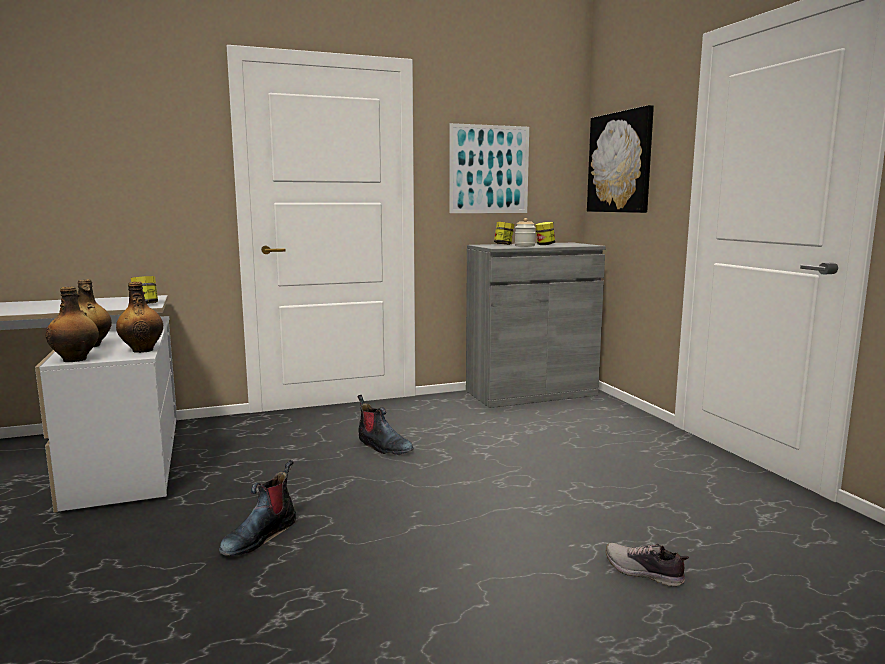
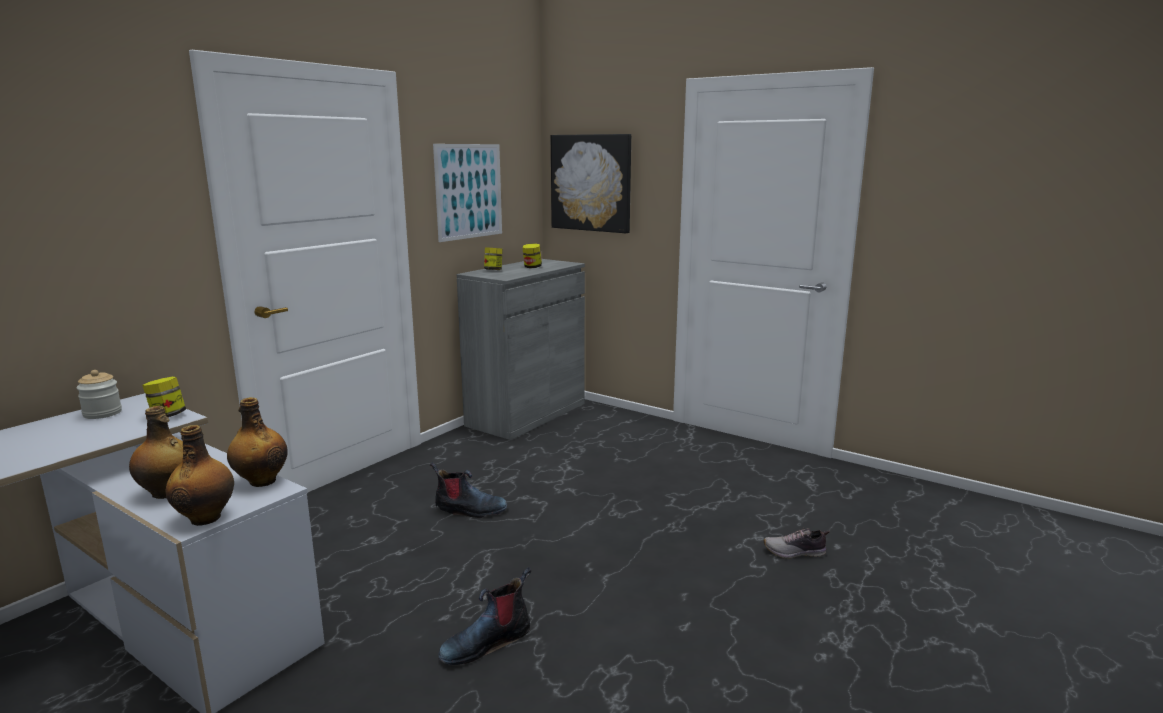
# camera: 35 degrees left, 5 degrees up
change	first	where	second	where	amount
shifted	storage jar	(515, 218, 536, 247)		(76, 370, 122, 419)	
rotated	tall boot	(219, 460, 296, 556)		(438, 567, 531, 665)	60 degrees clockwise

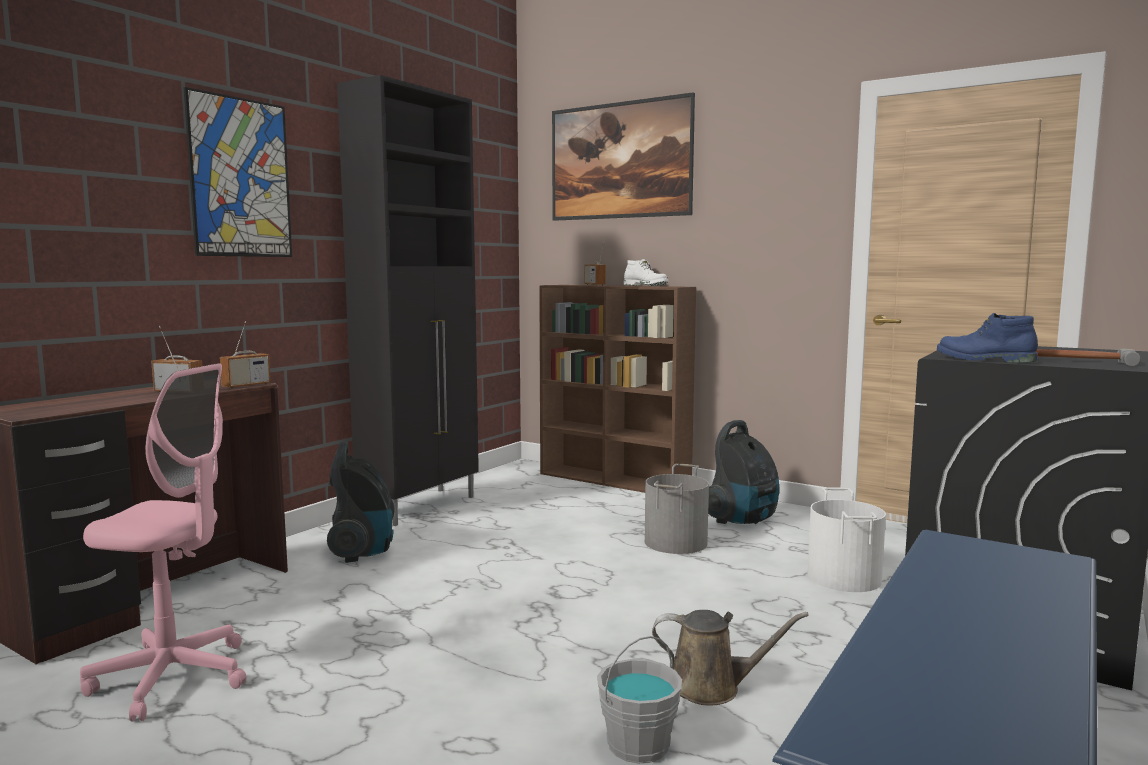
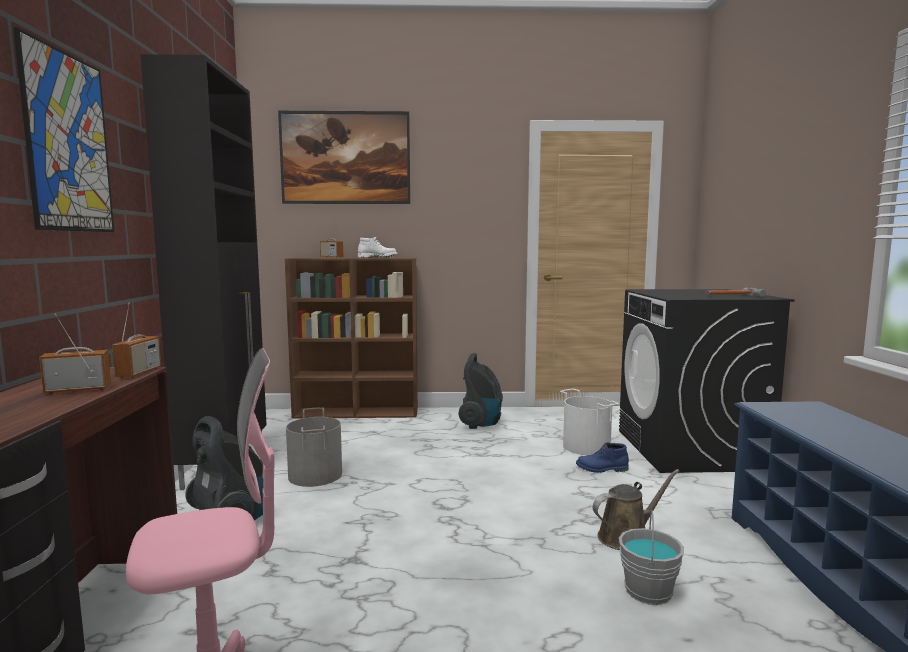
# camera: 35 degrees left, 0 degrees up
change	first	where	second	where	amount
shifted	tall boot in blue	(937, 313, 1038, 363)		(576, 442, 629, 473)	
shifted	water bucket in gray	(645, 464, 709, 554)		(286, 408, 342, 487)	

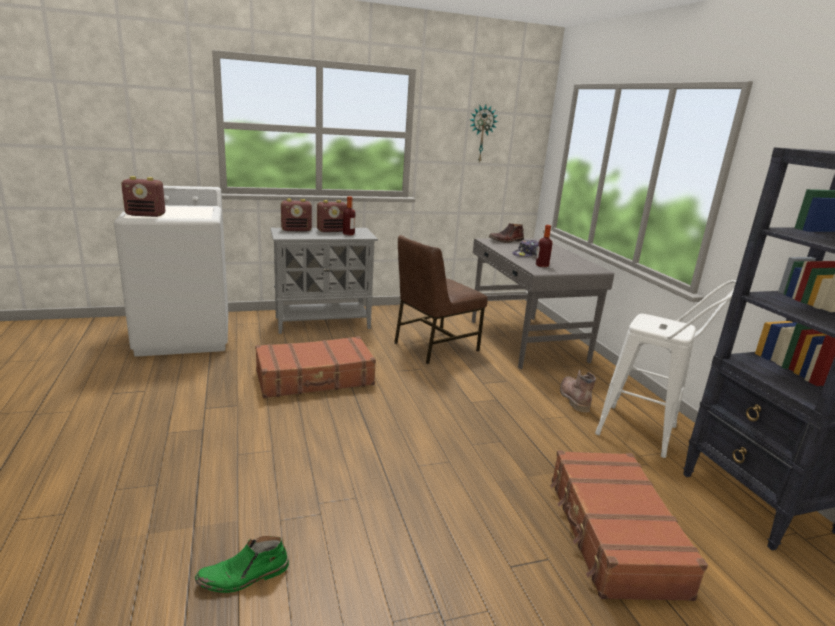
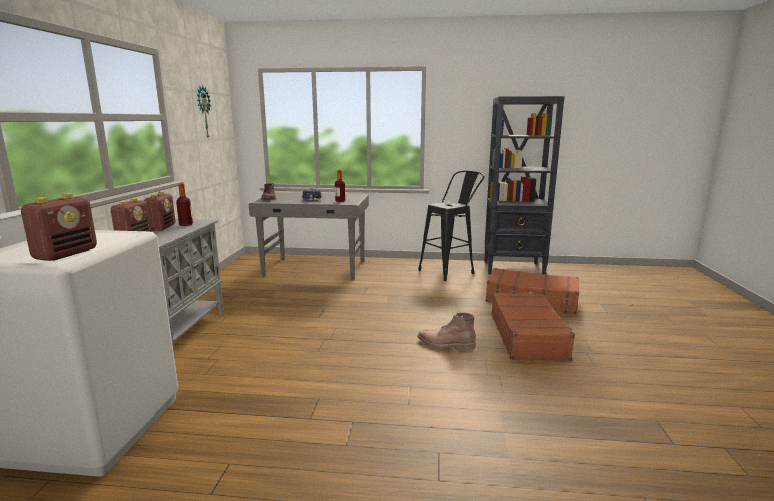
# camera: 65 degrees left, 5 degrees down
change	first	where	second	where	amount
gone	plain chair in brown	(394, 235, 488, 364)			
repainted	stool in white-coloured	(595, 280, 736, 458)	stool in black	(418, 171, 484, 281)	
shifted	travel case in brown	(255, 336, 376, 398)		(491, 293, 575, 361)	
shifted	tall boot in brown	(560, 370, 596, 412)		(417, 313, 476, 350)	
gone	tall boot in greenish	(195, 536, 289, 593)			

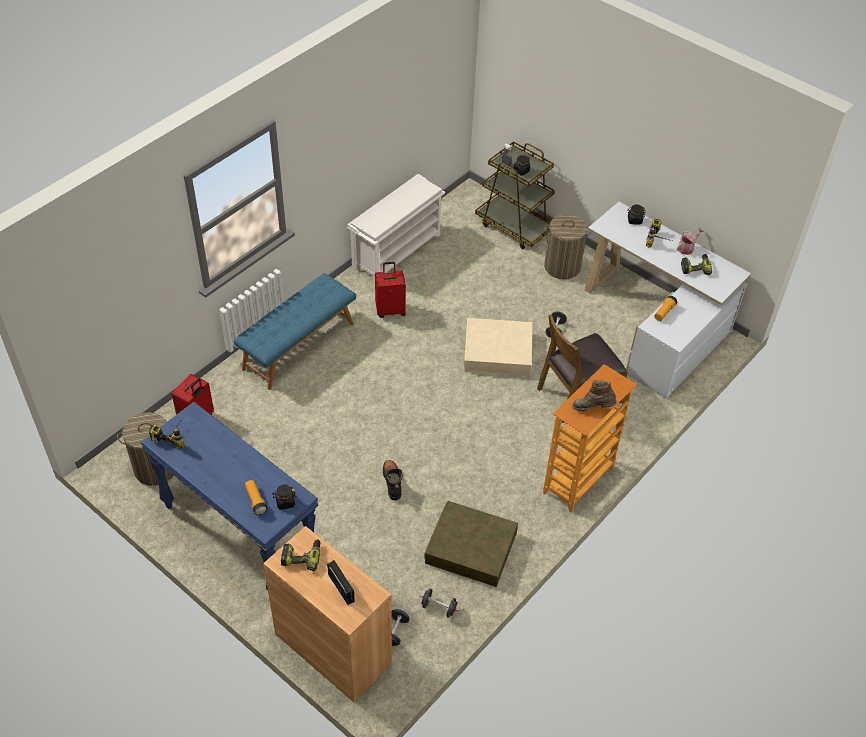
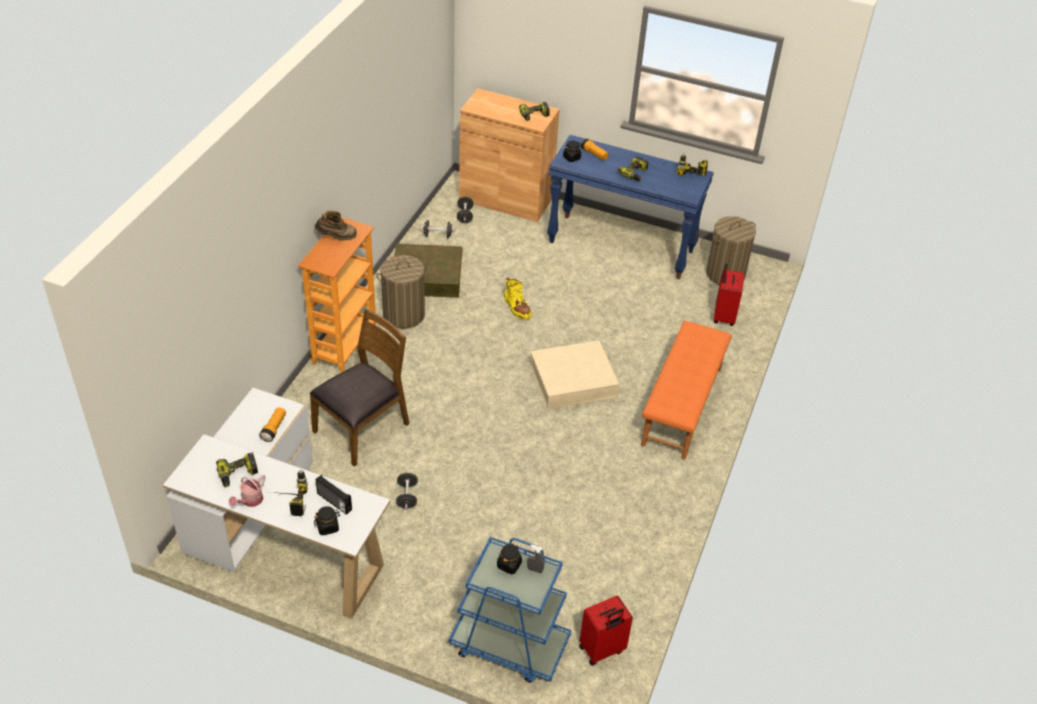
# camera: 160 degrees right, 5 degrees down
change	first	where	second	where	amount
repainted	wheeled cart in brown	(475, 141, 555, 249)	wheeled cart in blue	(449, 537, 571, 683)	
gone	shoe rack in white-coloured	(347, 174, 445, 283)			
shifted	washing basket	(544, 214, 591, 279)		(376, 255, 429, 329)	
shifted	travel case in red-coloured	(375, 262, 406, 318)		(579, 595, 633, 666)	
repainted	long seat in blue	(234, 273, 356, 390)	long seat in orange-coloured	(641, 321, 732, 460)	
shifted	storage container in beige-coloured	(464, 318, 533, 376)		(530, 340, 620, 409)	
repainted	tall boot in black	(383, 460, 402, 500)	tall boot in yellow-coloured	(504, 278, 532, 319)	
shifted	radio receiver	(327, 560, 355, 605)		(316, 475, 352, 515)	
new			drill	(618, 156, 648, 181)	

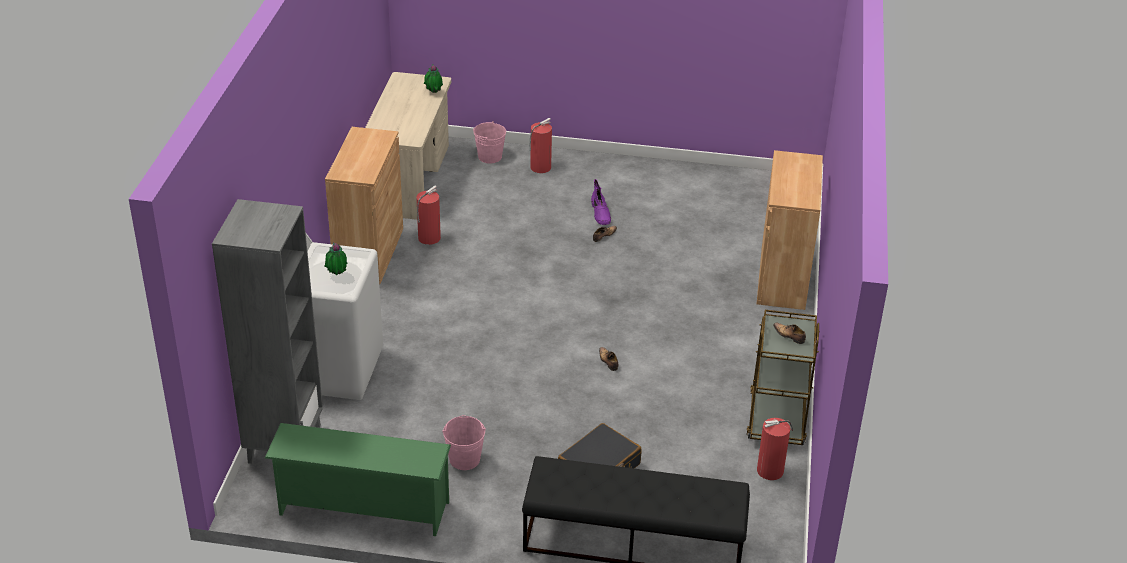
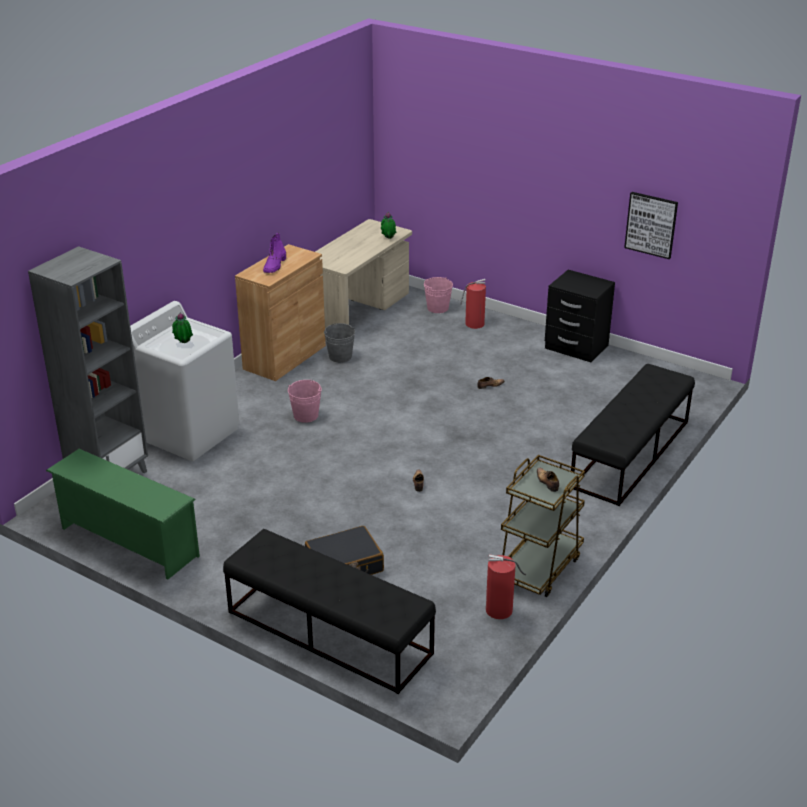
# camera: 25 degrees right, 5 degrees down
change	first	where	second	where	amount
swapped	cupboard in brown	(757, 150, 823, 310)	long seat in black	(571, 364, 695, 506)	
shifted	tall boot in purple-coloured	(591, 179, 611, 225)		(263, 233, 286, 273)	
swapped	extinguisher	(416, 186, 441, 245)	water bucket in gray	(324, 323, 355, 363)	
shifted	water bucket in pink-coloured	(442, 415, 486, 470)		(288, 380, 322, 423)	
new			picture	(624, 192, 678, 259)	
new			nightstand in black	(545, 270, 615, 362)	

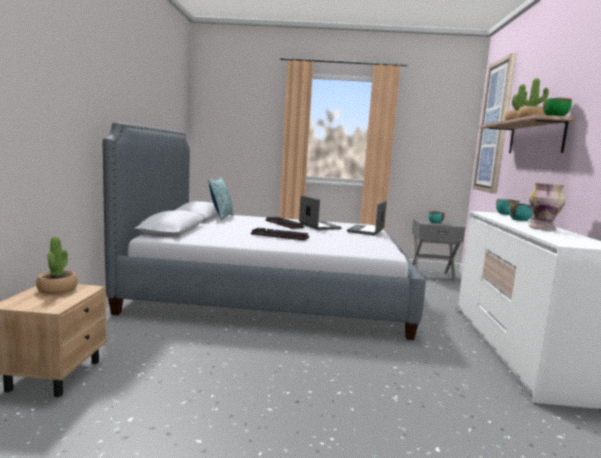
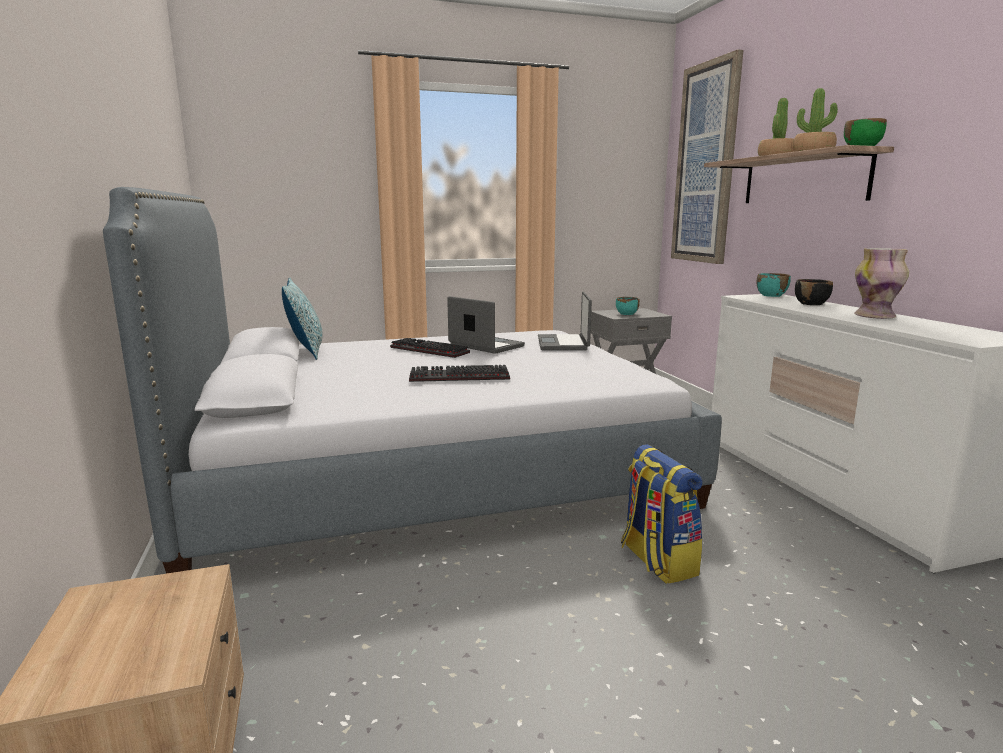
# camera: 20 degrees left, 5 degrees up
change	first	where	second	where	amount
repainted	deep dish in turquoise-coloured	(508, 203, 533, 221)	deep dish in black	(795, 279, 833, 305)	
gone	plant in a pot	(36, 237, 78, 294)			
new			backpack	(621, 444, 702, 584)	

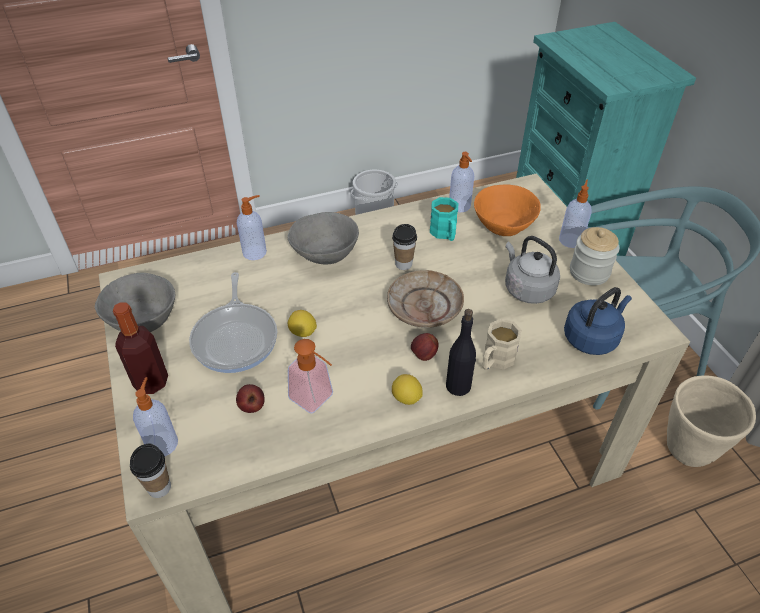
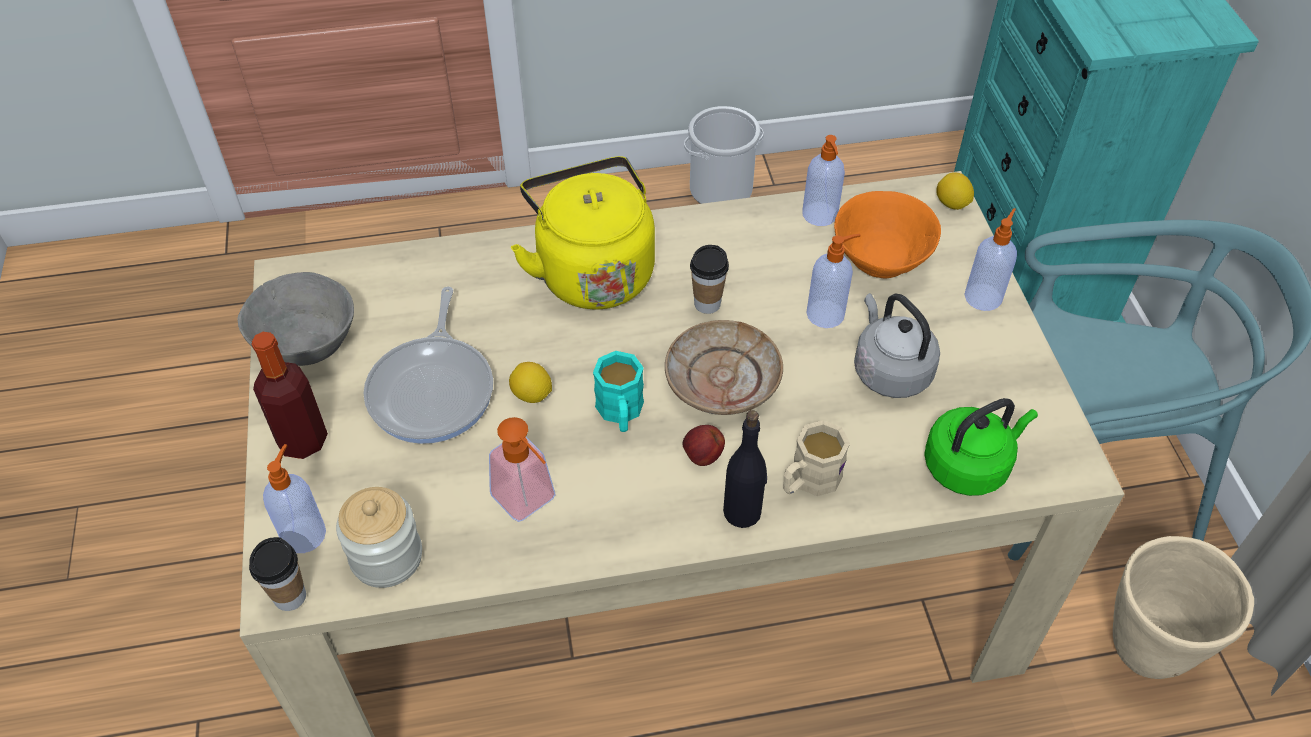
# camera: 10 degrees right, 5 degrees up
change	first	where	second	where	amount
shifted	liquid soap bottle	(237, 195, 267, 260)		(806, 234, 861, 328)	
shifted	mug in turquoise-coloured	(430, 197, 458, 241)		(593, 351, 644, 432)	
swapped	deep dish in gray	(287, 212, 359, 264)	kettle in yellow-coloured	(511, 156, 655, 310)	
shifted	storage jar	(570, 227, 620, 285)		(336, 487, 422, 588)	
repainted	kettle in blue	(564, 287, 632, 355)	kettle in greenish	(924, 398, 1038, 496)	
shifted	citrus fruit	(392, 374, 423, 405)		(936, 172, 974, 210)	
gone	apple	(236, 384, 265, 413)			

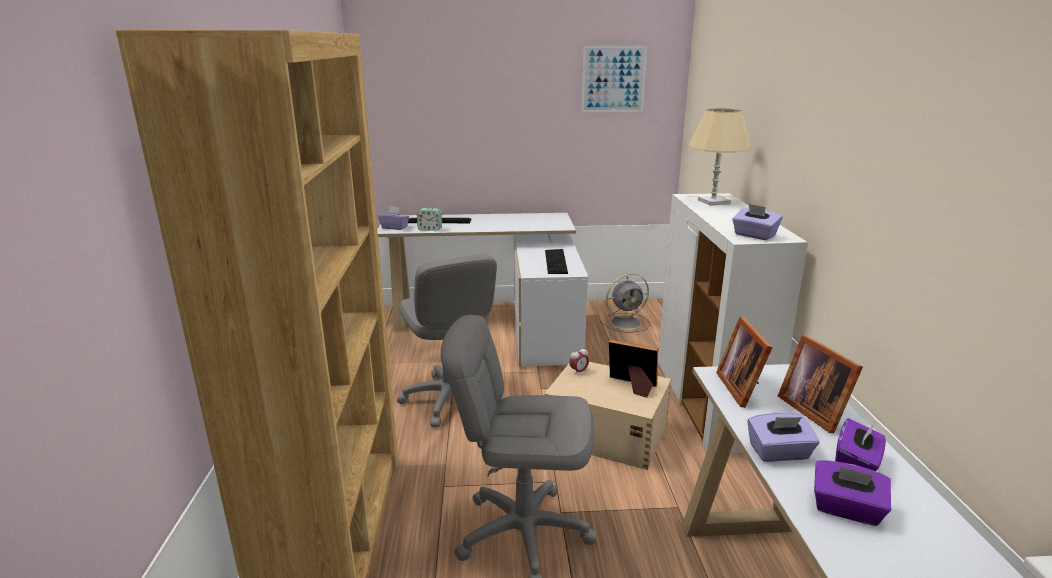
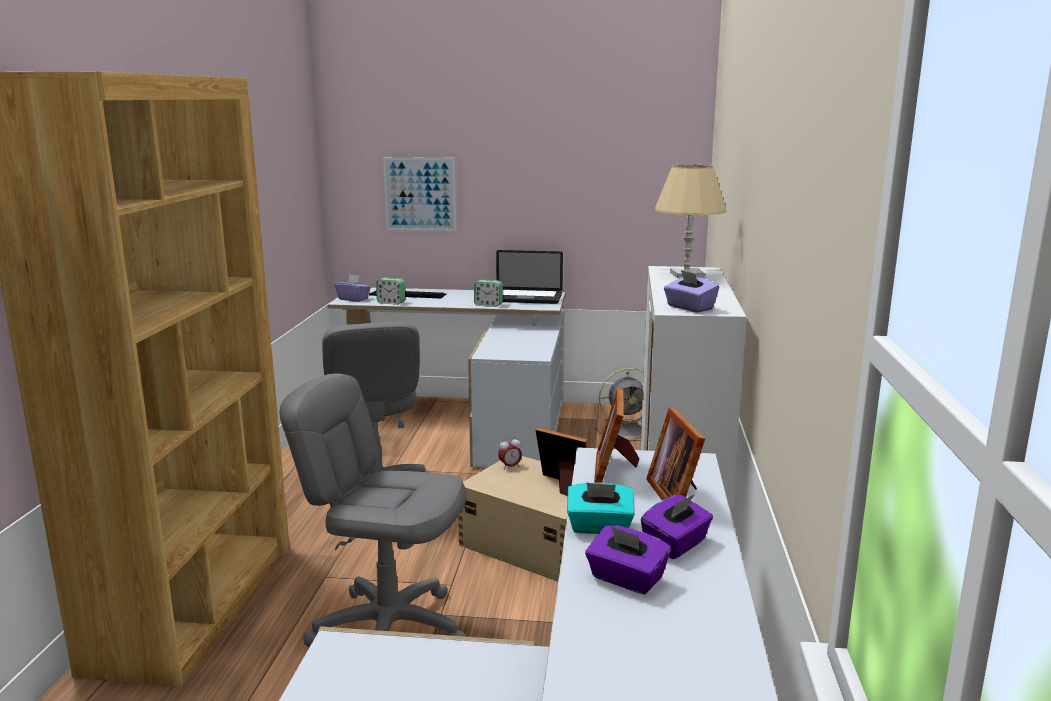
# camera: 10 degrees right, 5 degrees down
change	first	where	second	where	amount
shifted	picture	(582, 46, 647, 112)		(383, 157, 457, 231)	
gone	keyboard	(545, 249, 568, 274)			
repainted	box of tissues in purple-coloured	(748, 413, 819, 462)	box of tissues in turquoise-coloured	(567, 483, 635, 534)	
new			portable computer	(496, 250, 563, 304)	
new			alarm clock	(474, 280, 503, 307)	

